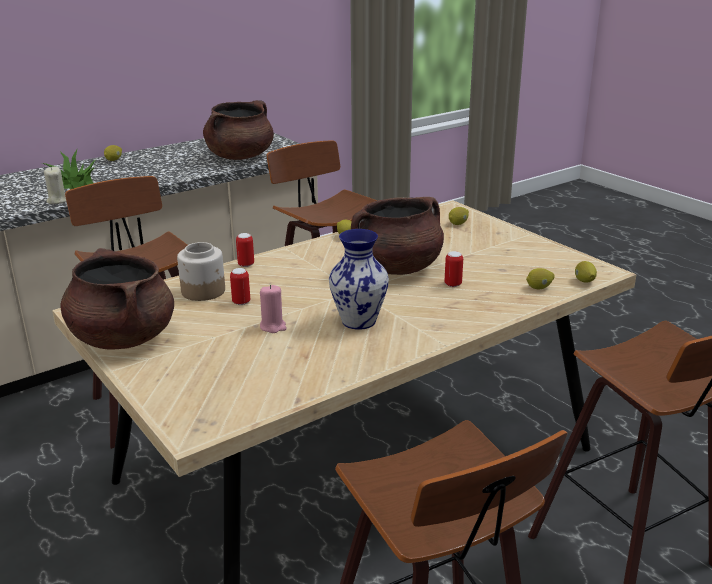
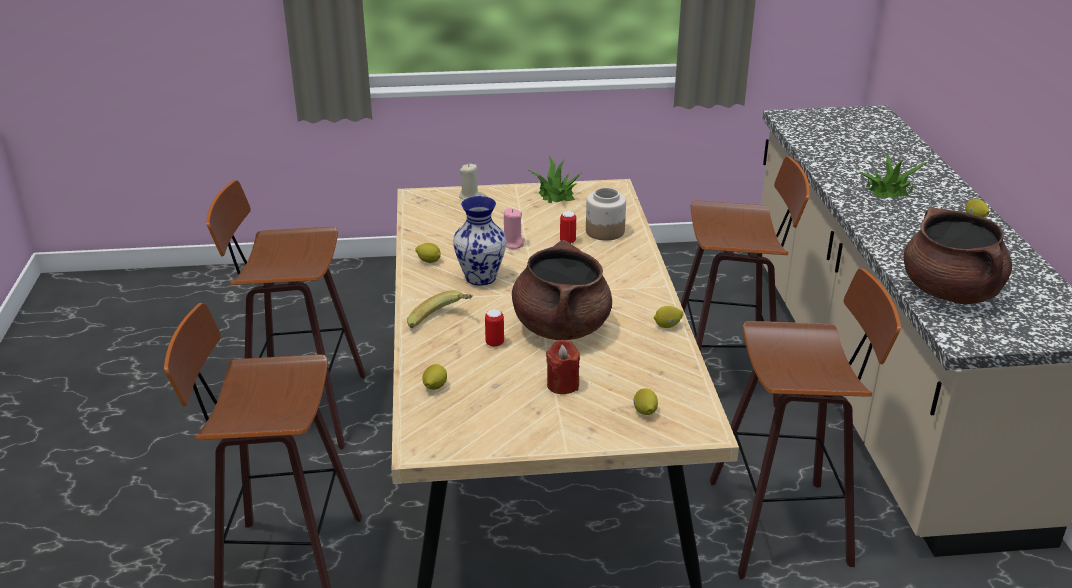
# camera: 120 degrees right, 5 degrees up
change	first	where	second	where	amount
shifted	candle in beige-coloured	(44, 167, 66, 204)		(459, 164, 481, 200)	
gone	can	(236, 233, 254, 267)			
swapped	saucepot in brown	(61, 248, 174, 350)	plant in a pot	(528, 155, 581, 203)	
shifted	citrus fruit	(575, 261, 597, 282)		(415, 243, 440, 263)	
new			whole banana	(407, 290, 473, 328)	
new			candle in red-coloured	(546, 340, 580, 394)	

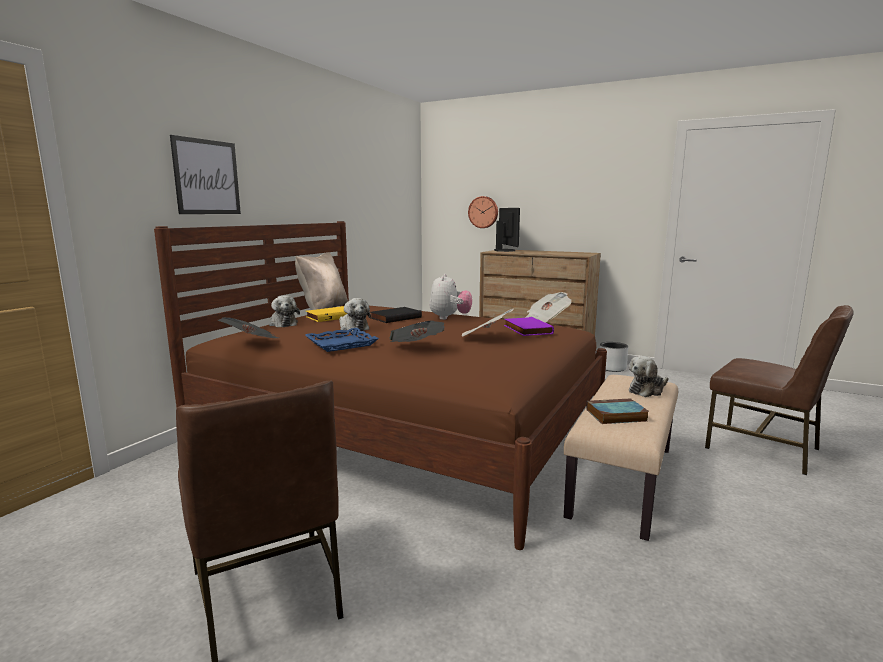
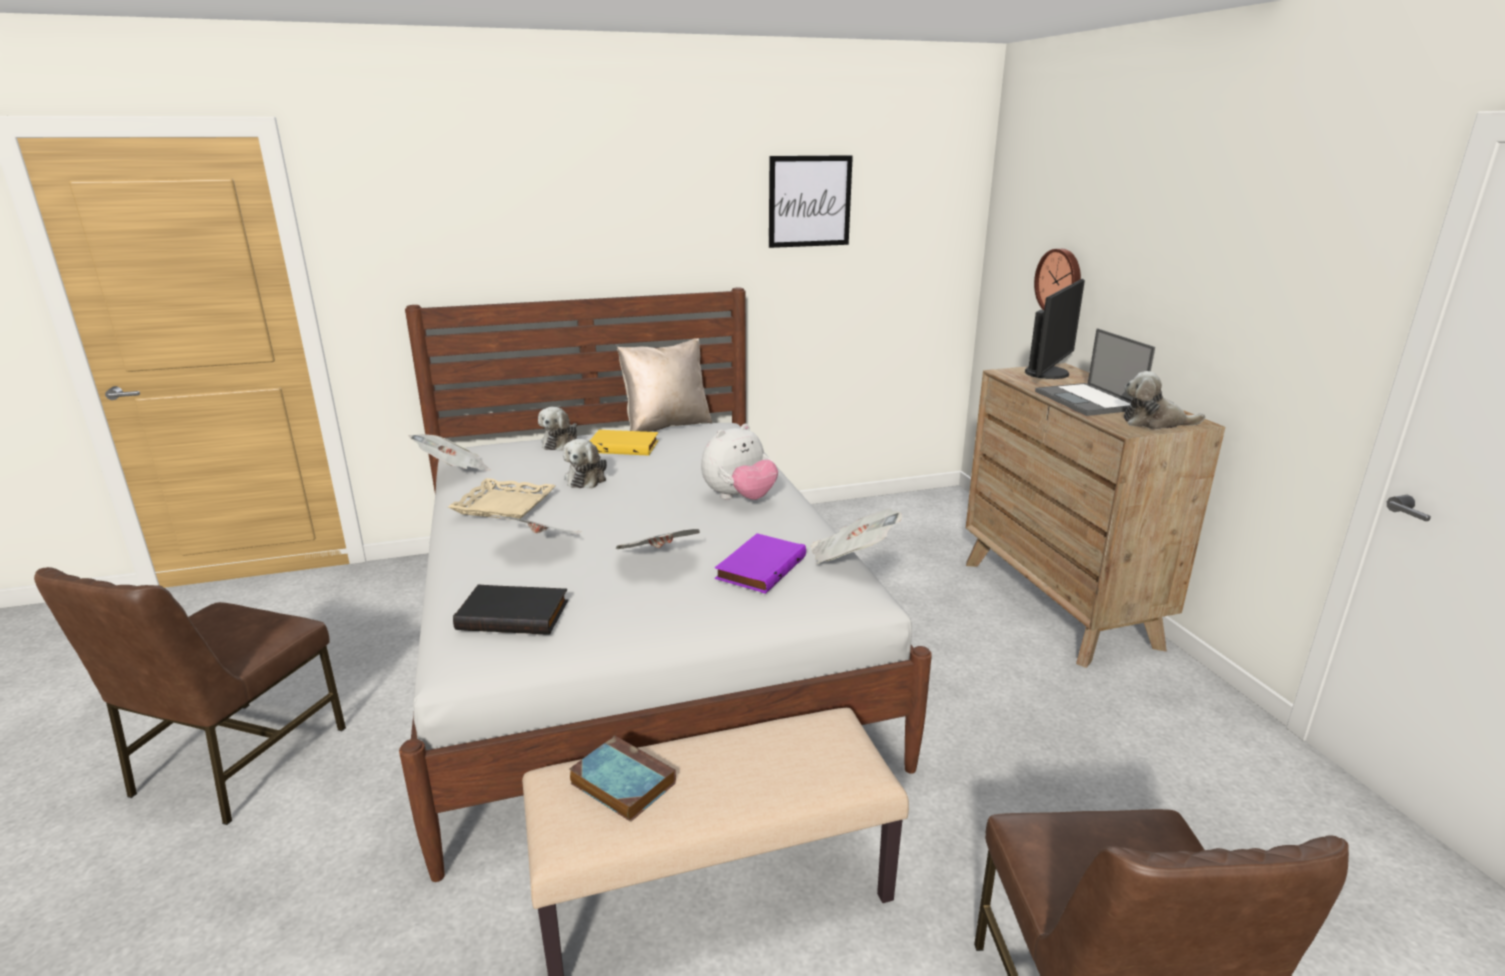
# camera: 45 degrees right, 10 degrees up
change	first	where	second	where	amount
shifted	picture	(170, 135, 241, 214)		(769, 155, 853, 248)	
repainted	bedroom bed in brown	(154, 221, 607, 550)	bedroom bed in white-coloured	(399, 288, 932, 882)	
shifted	bound book in black	(370, 307, 422, 323)		(453, 585, 568, 635)	
repainted	serving tray in blue	(305, 328, 379, 352)	serving tray in beige-coloured	(448, 478, 556, 520)	
gone	planter in gray	(600, 342, 628, 372)			
shifted	cuddly toy	(629, 356, 668, 397)		(1124, 371, 1205, 429)	
new			portable computer	(1035, 328, 1155, 416)	

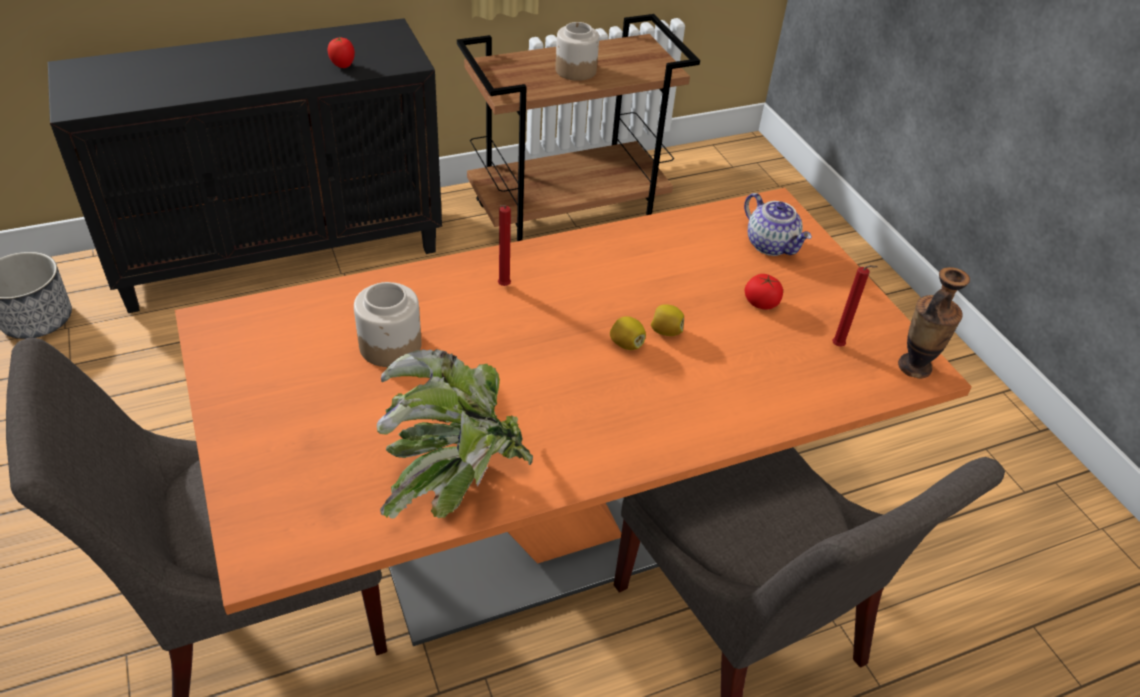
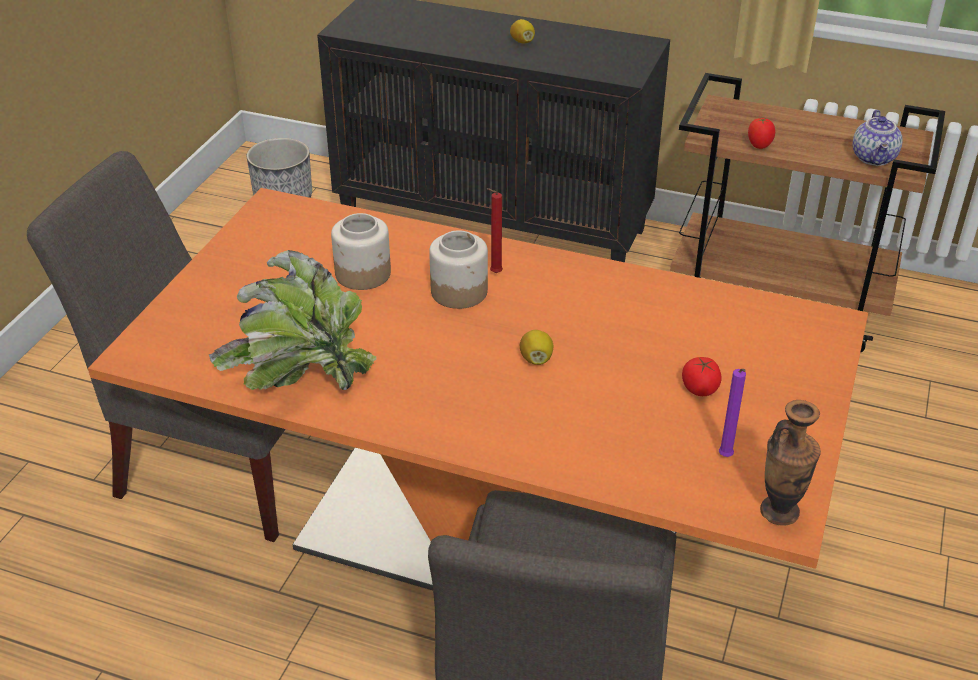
# camera: 45 degrees right, 5 degrees down
change	first	where	second	where	amount
shifted	storage jar	(555, 22, 599, 81)		(429, 230, 488, 309)	
shifted	fresh tomato	(327, 38, 355, 68)		(748, 118, 775, 149)	
shifted	pot for tea	(744, 193, 812, 256)		(853, 110, 902, 166)	
repainted	candle in red-coloured	(832, 265, 878, 346)	candle in purple-coloured	(719, 369, 746, 457)	
shifted	citrus fruit	(651, 304, 684, 336)		(510, 19, 535, 44)	

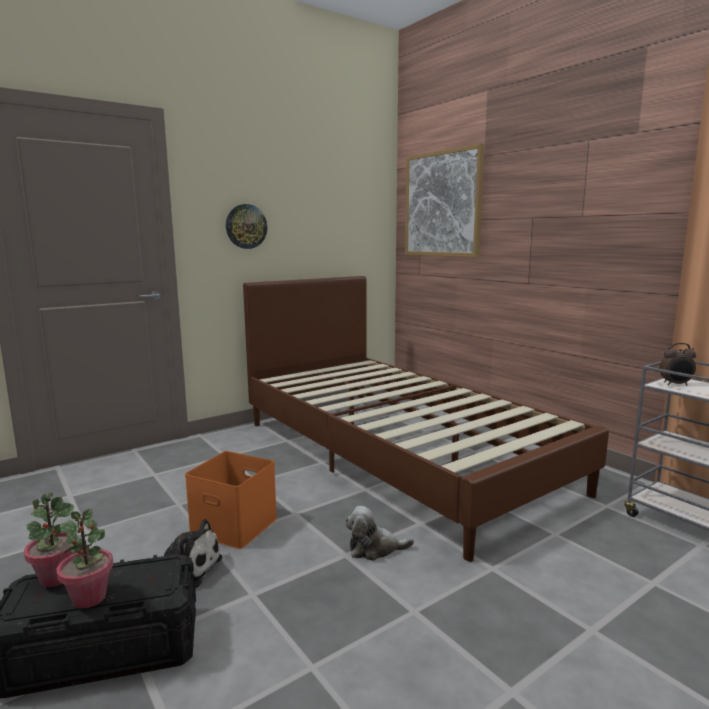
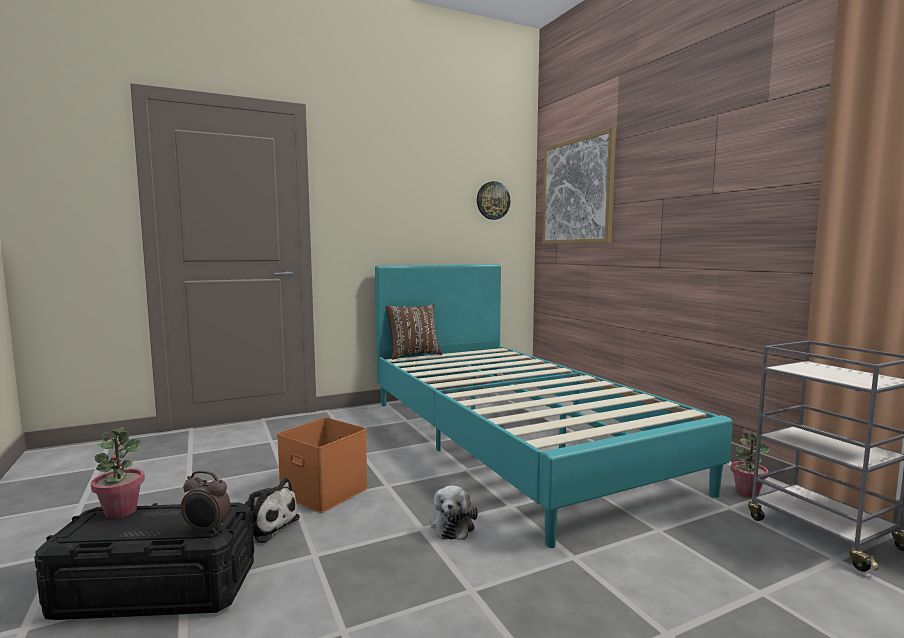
# camera: 10 degrees right, 5 degrees down
change	first	where	second	where	amount
shifted	wall clock	(226, 204, 267, 249)		(477, 181, 510, 220)	
repainted	bedroom bed in brown	(243, 276, 609, 562)	bedroom bed in turquoise-coloured	(375, 264, 733, 548)	
shifted	alarm clock	(659, 343, 696, 386)		(181, 470, 230, 534)	
rotated	cuddly toy	(345, 506, 414, 561)		(431, 485, 478, 540)	90 degrees counterclockwise
shifted	plant in a pot	(57, 509, 113, 609)		(731, 433, 771, 497)	
new			throw pillow in brown	(385, 304, 442, 360)	

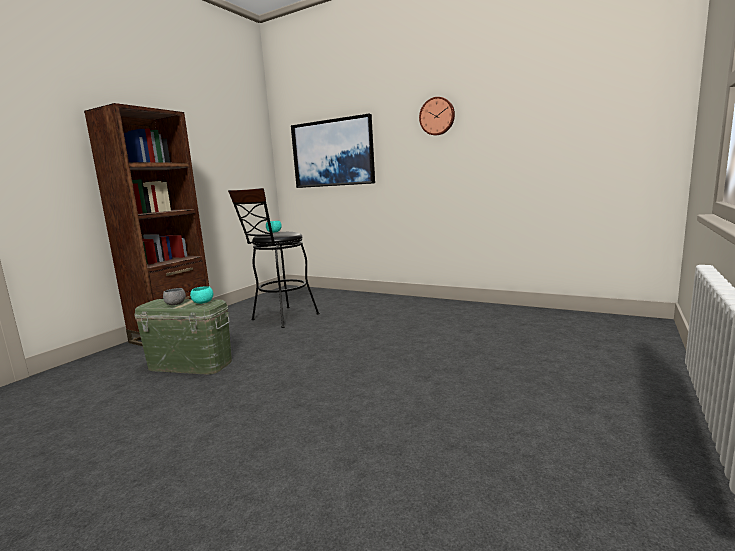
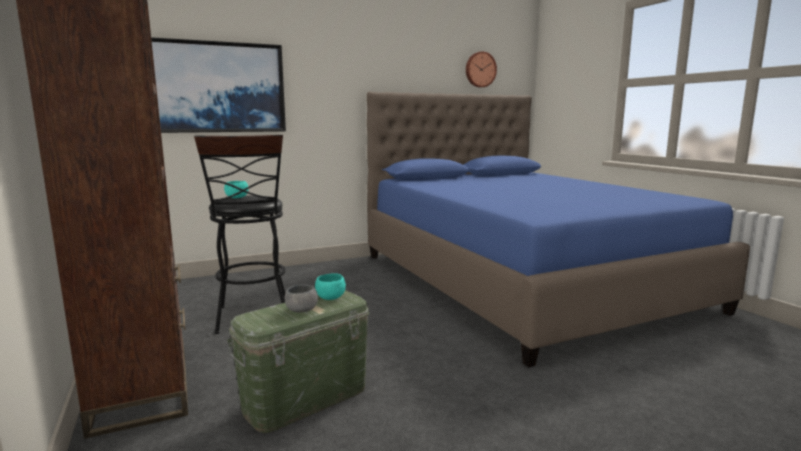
# camera: 55 degrees left, 0 degrees up
change	first	where	second	where	amount
shifted	wall clock	(419, 97, 455, 135)		(466, 51, 497, 88)	
new			bedroom bed in blue	(367, 92, 750, 367)	

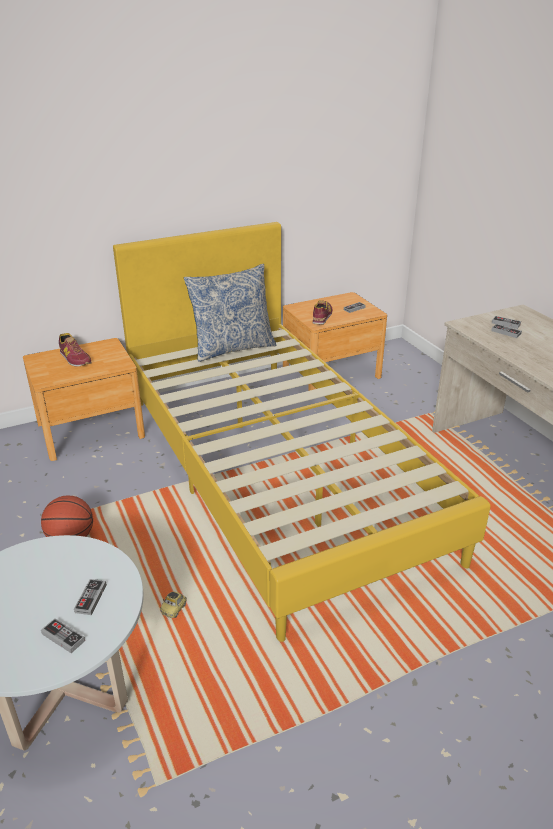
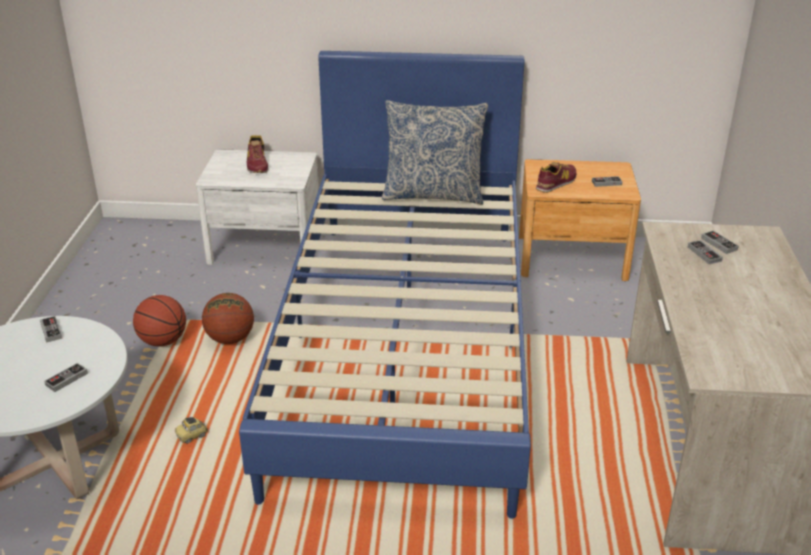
# camera: 30 degrees right, 0 degrees up
change	first	where	second	where	amount
repainted	bedroom bed in yellow-coloured	(113, 222, 491, 642)	bedroom bed in blue	(239, 51, 531, 519)	
repainted	nightstand in brown	(23, 338, 145, 461)	nightstand in white-coloured	(196, 149, 319, 265)	
shifted	joypad	(41, 618, 85, 653)		(40, 316, 62, 343)	
new			ball for basketball	(202, 293, 254, 344)	

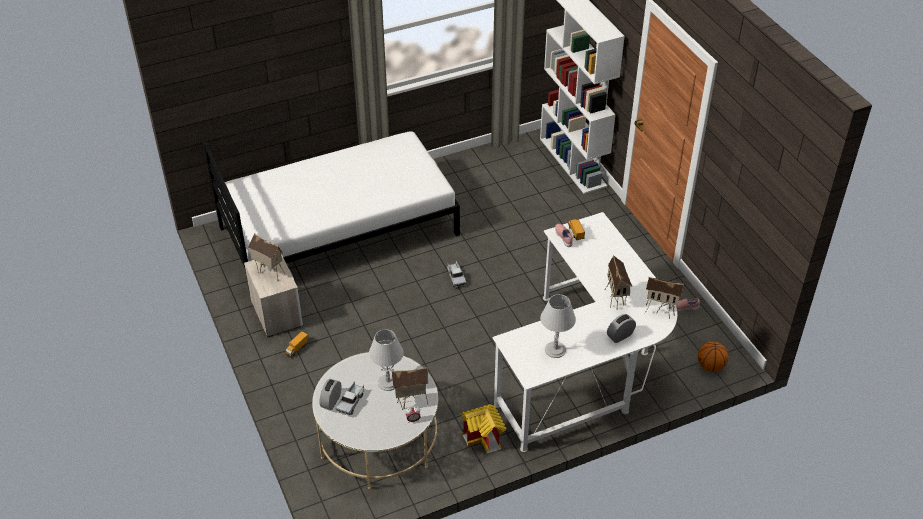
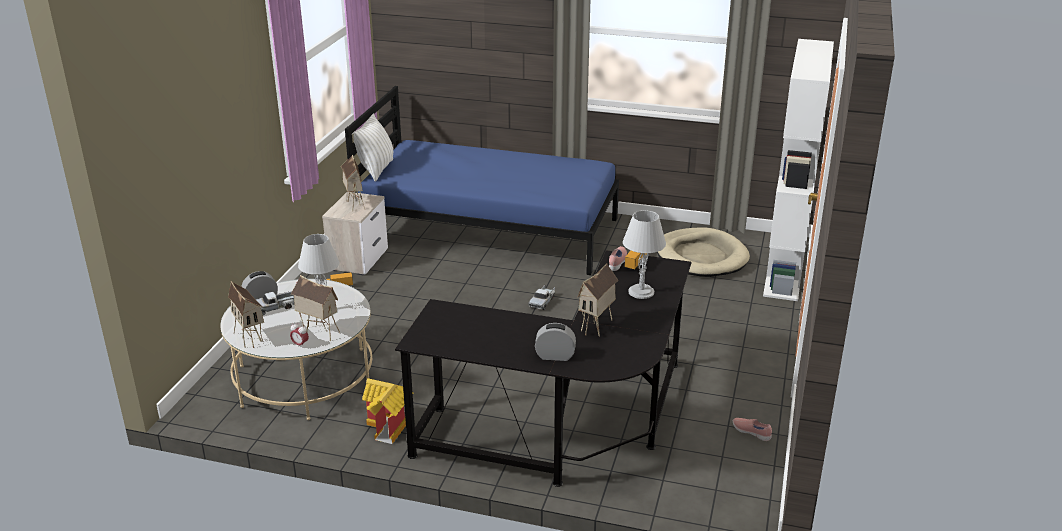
# camera: 40 degrees right, 15 degrees down
change	first	where	second	where	amount
repainted	bedroom bed in white-coloured	(203, 131, 460, 293)	bedroom bed in blue	(345, 86, 619, 275)	
repainted	desk table in white-coloured	(492, 212, 677, 452)	desk table in black	(395, 250, 691, 487)	
shifted	model house	(645, 277, 684, 319)		(228, 281, 264, 348)	
shifted	lamp for a table in gray	(540, 294, 576, 358)		(623, 210, 666, 299)	
gone	ball for basketball	(698, 341, 728, 372)			
new			throw pillow in white-coloured	(353, 113, 393, 182)	
new			dog bed in beige-coloured	(657, 228, 750, 277)	

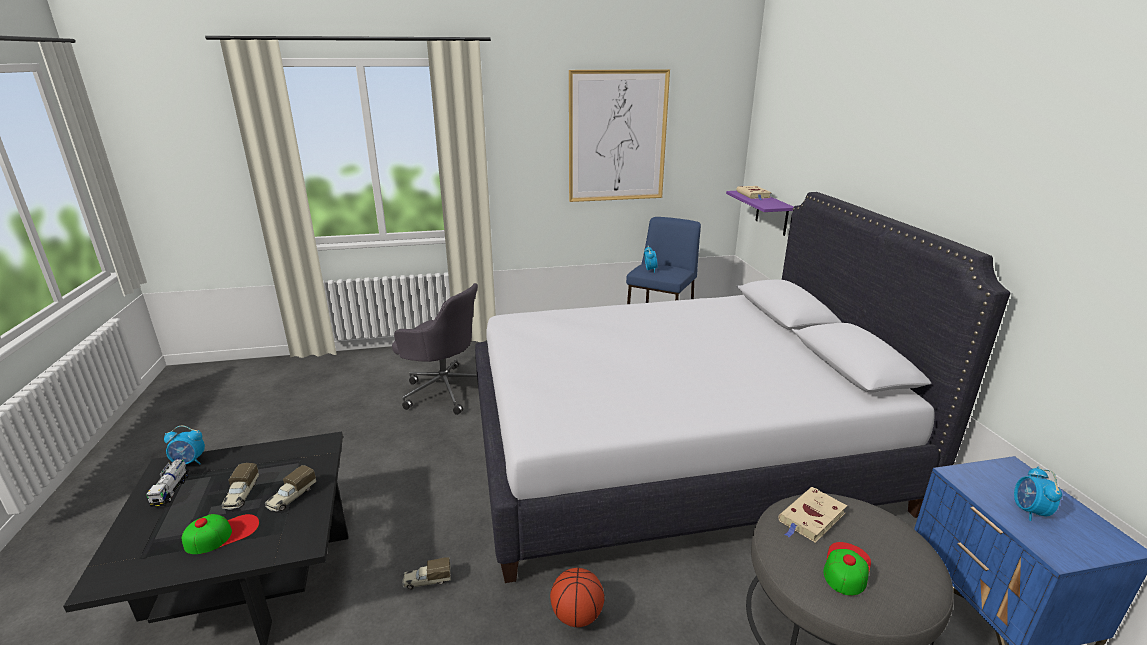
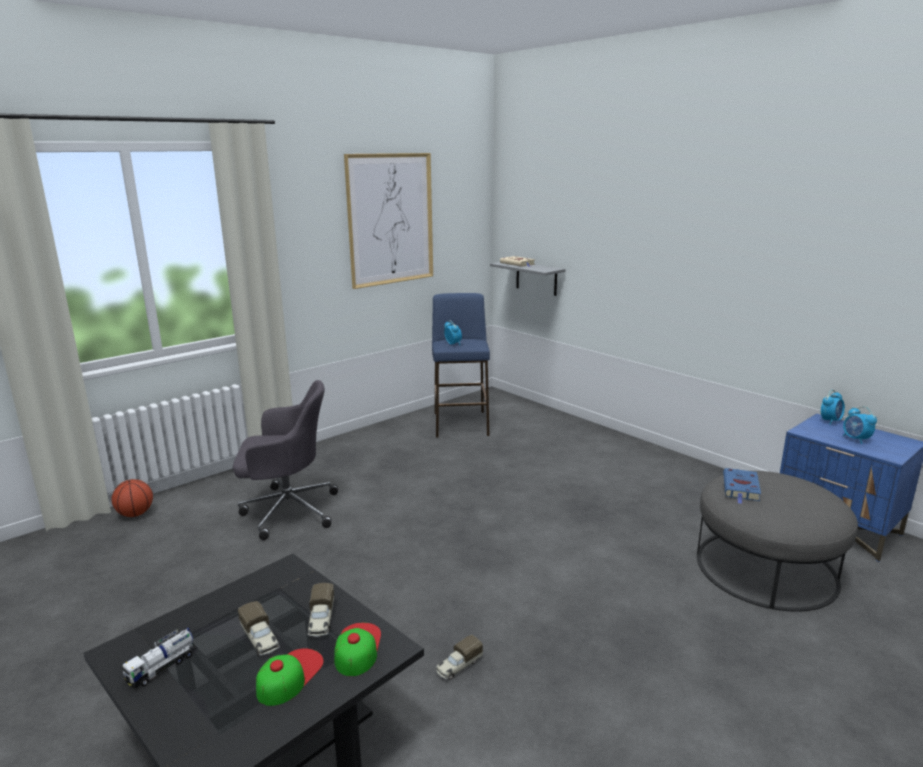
# camera: 30 degrees left, 5 degrees down
change	first	where	second	where	amount
repainted	shelf in purple-coloured	(726, 191, 794, 236)	shelf in gray	(490, 262, 566, 296)	
gone	bedroom bed in white-coloured	(475, 192, 1010, 583)			
shifted	alarm clock	(164, 425, 205, 464)		(821, 390, 845, 425)	
rotated	toy truck	(146, 458, 189, 507)		(121, 628, 198, 689)	75 degrees clockwise
repainted	bound book in beige-coloured	(778, 487, 847, 543)	bound book in blue	(723, 468, 761, 504)	
shifted	cap	(824, 542, 871, 595)		(334, 623, 381, 676)	
shifted	ball for basketball	(550, 568, 605, 627)		(111, 479, 153, 517)	

